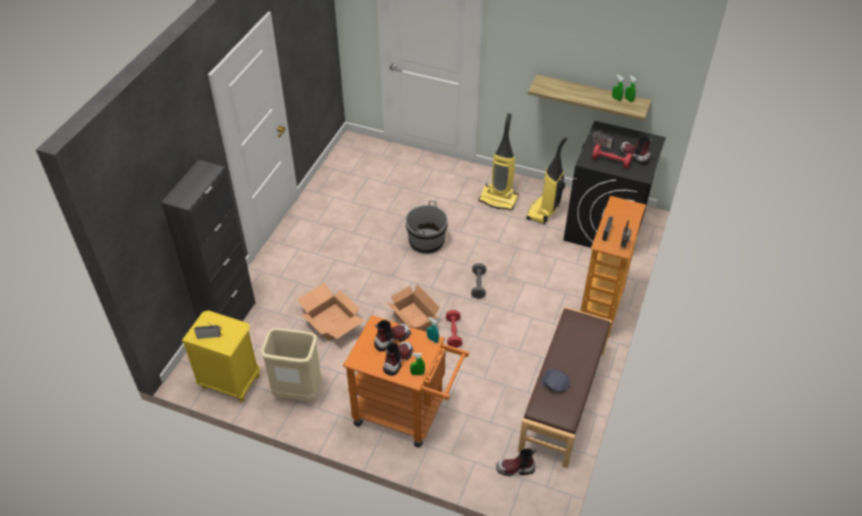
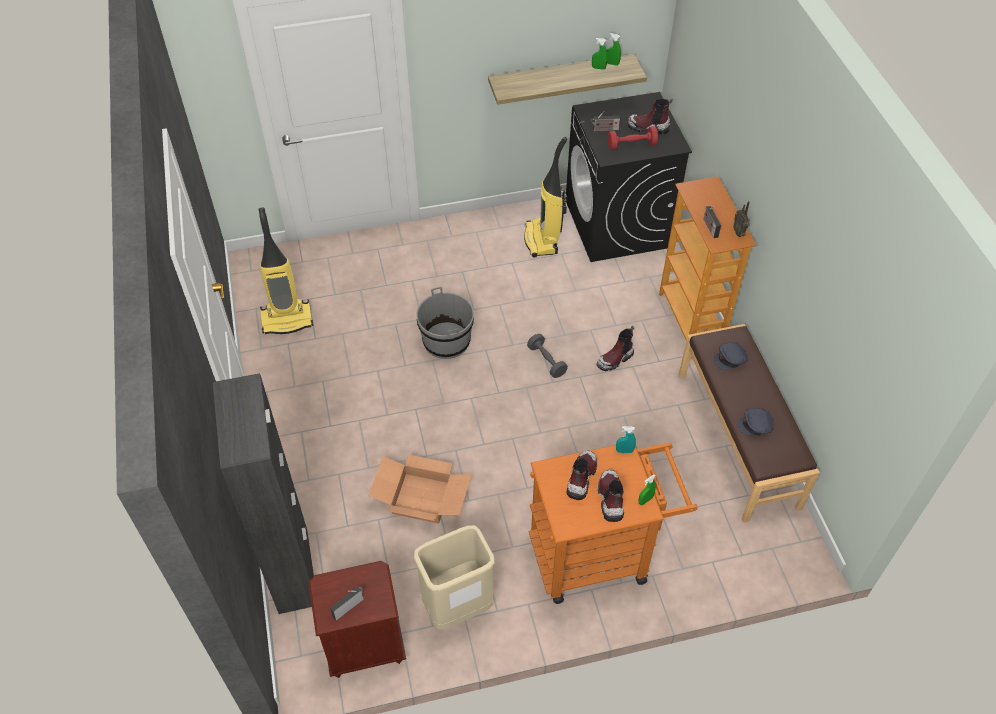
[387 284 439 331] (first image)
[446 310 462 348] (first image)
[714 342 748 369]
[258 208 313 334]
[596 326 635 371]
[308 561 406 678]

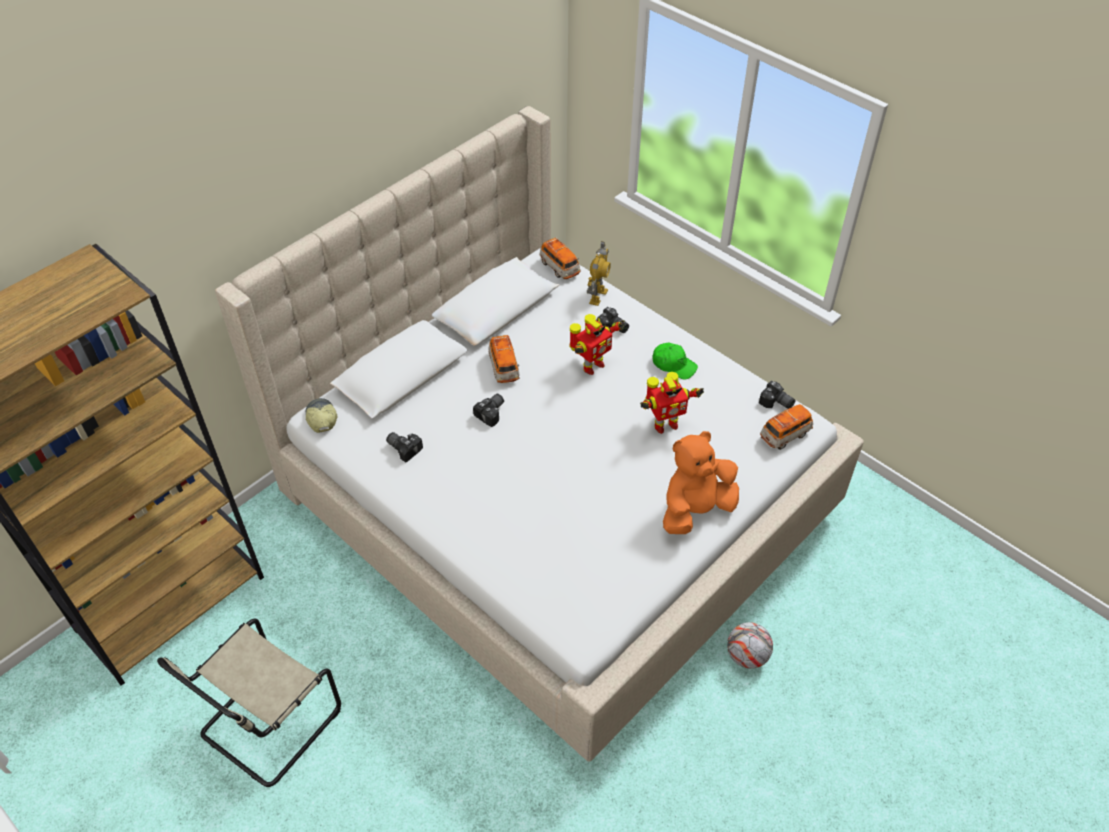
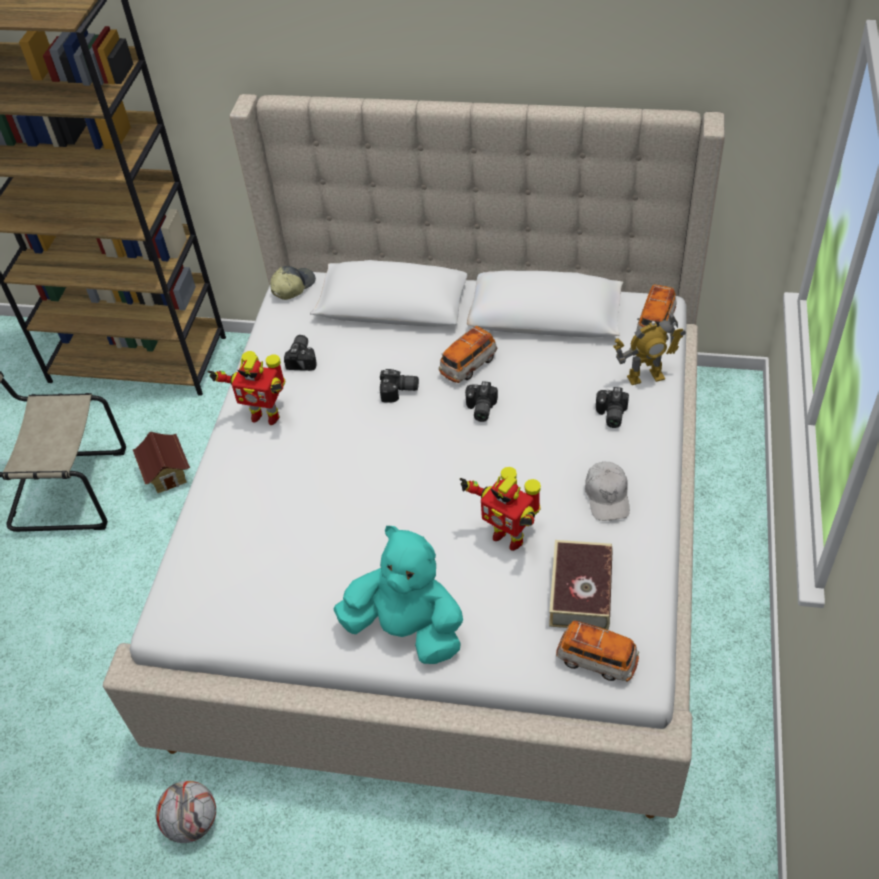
[133 432 190 493]
[549 540 613 630]
[208 351 285 425]
[156 781 216 843]
[465 381 498 422]
[585 462 630 521]
[333 526 463 664]

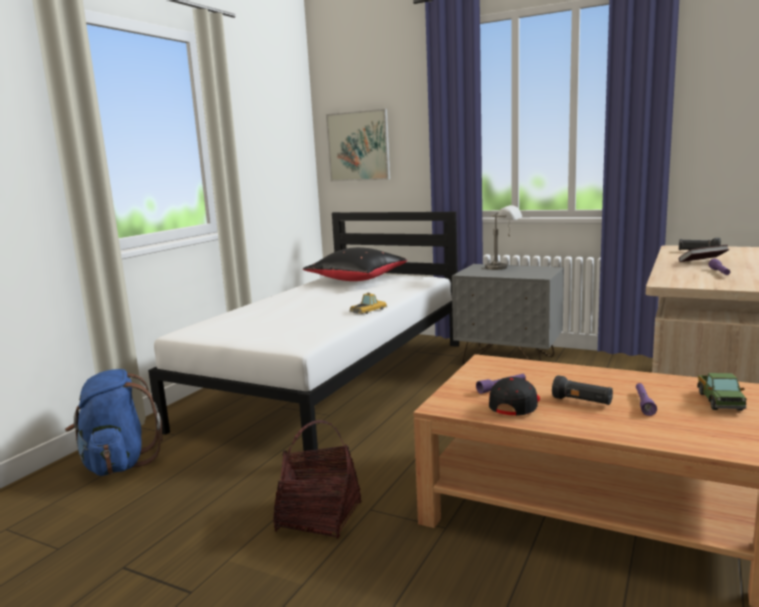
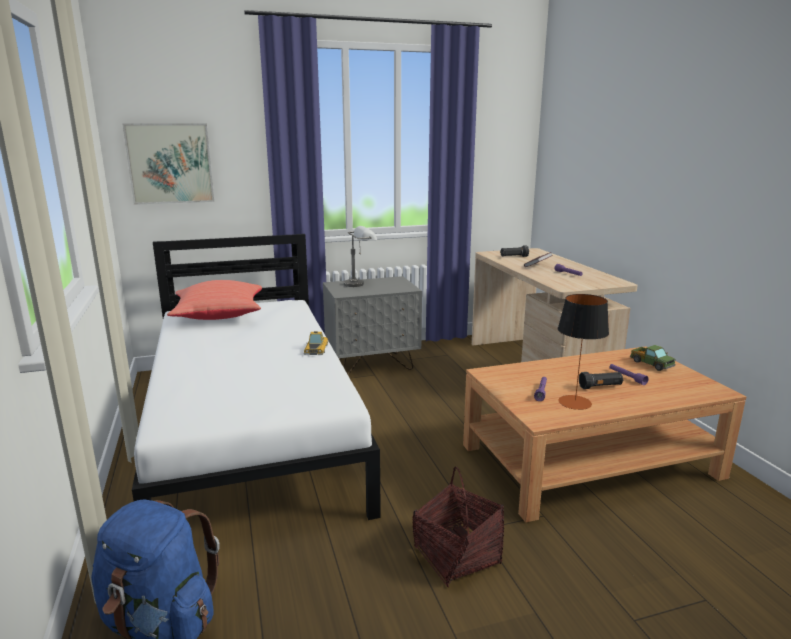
[558 294 609 410]
[167 280 262 320]

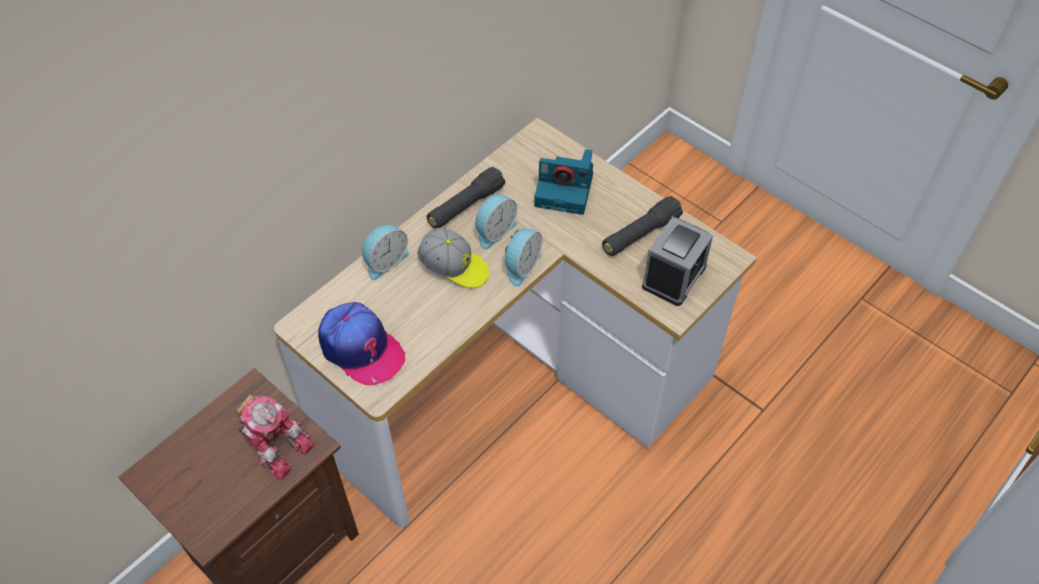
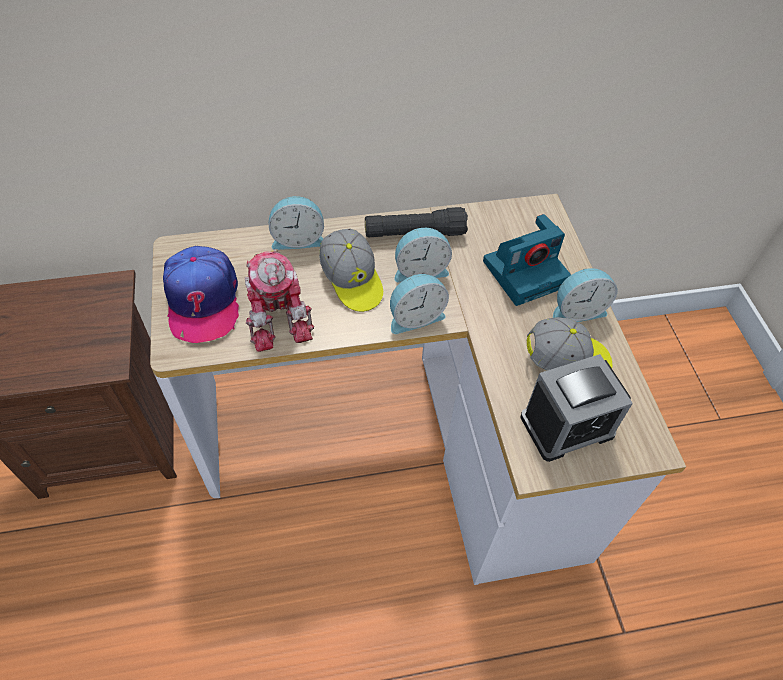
[553 268 618 322]
[245 249 314 352]
[527 317 613 371]
[483 214 571 306]

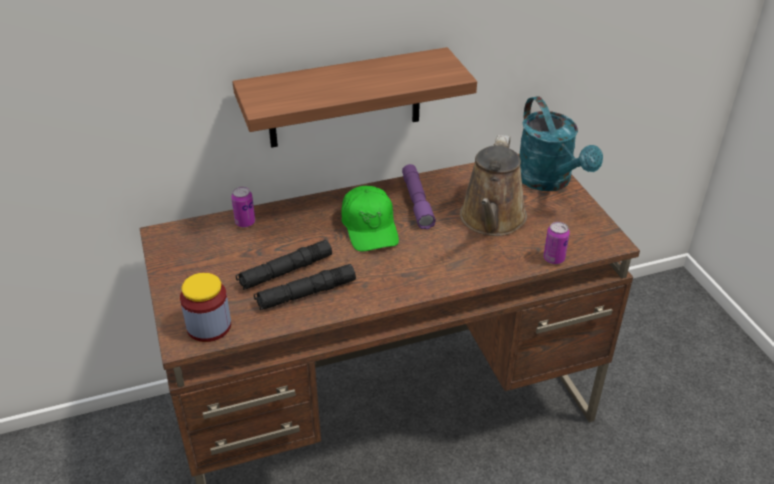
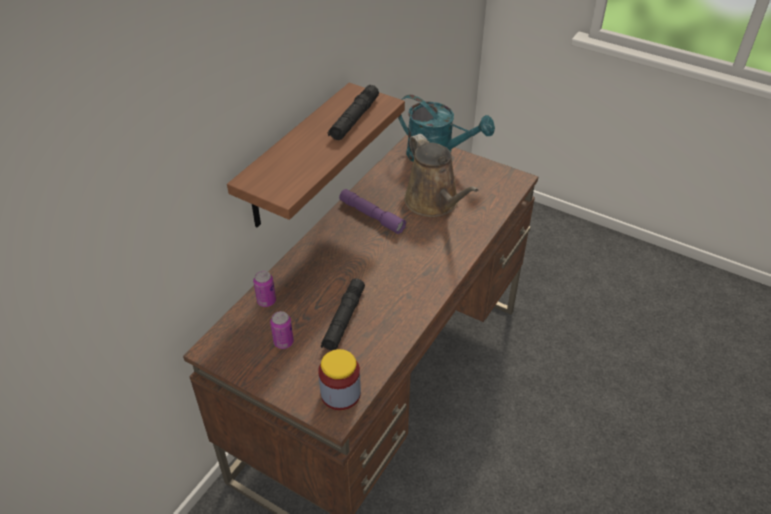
[341 186 399 252] (first image)
[328 85 379 140]
[270 311 294 349]

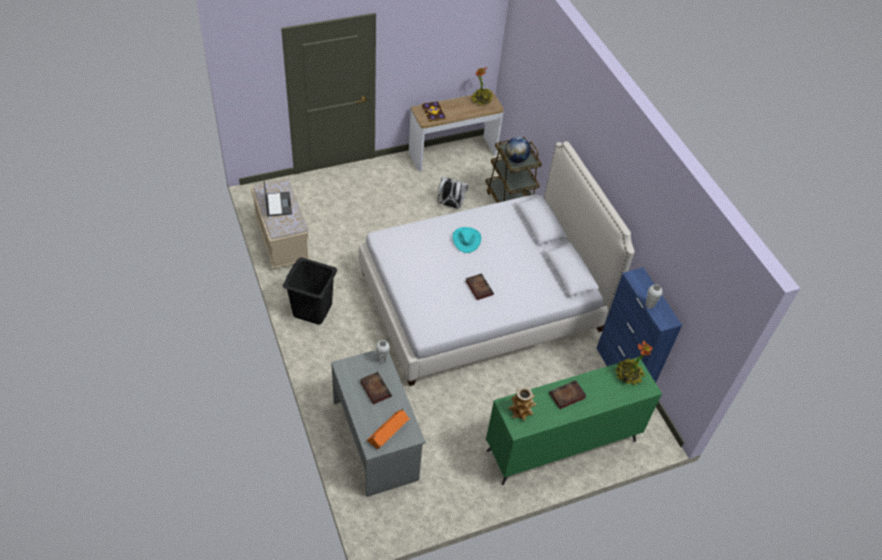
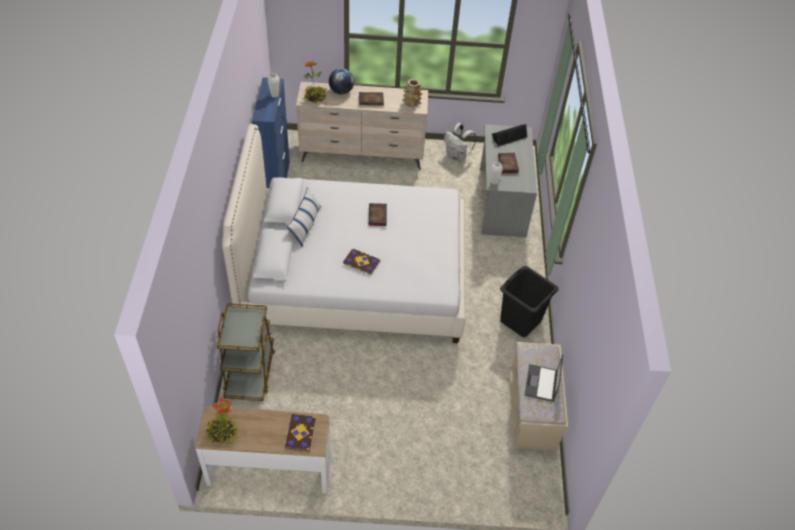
[287 188 321 247]
[444 123 476 162]
[329 68 354 94]
[343 248 380 275]
[492 124 528 146]
[296 82 428 170]

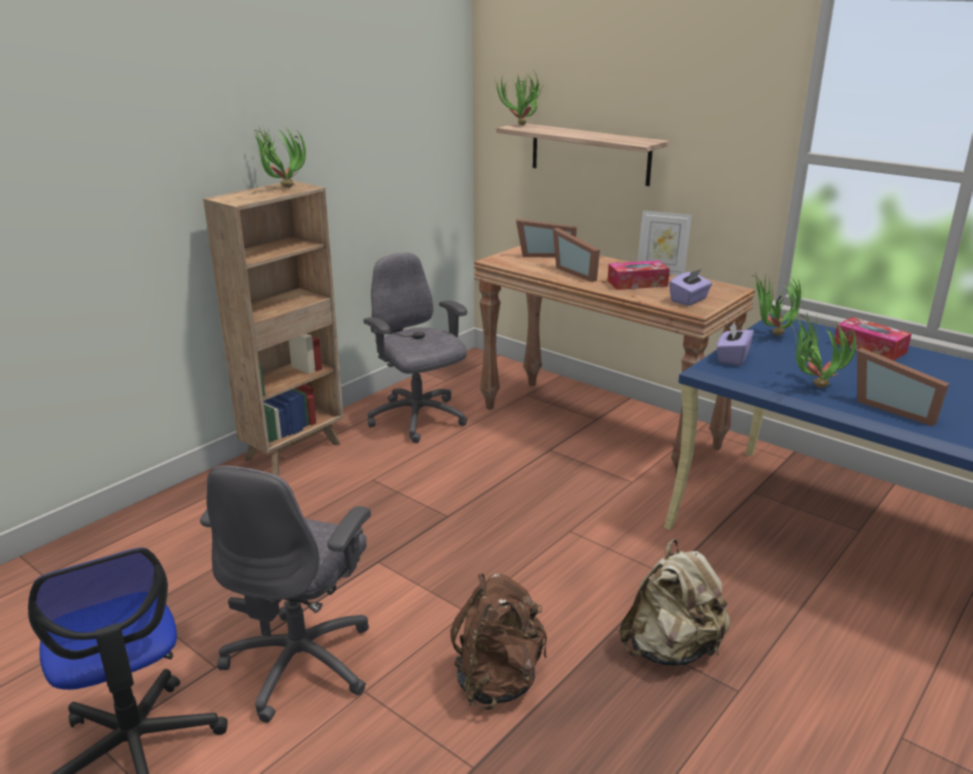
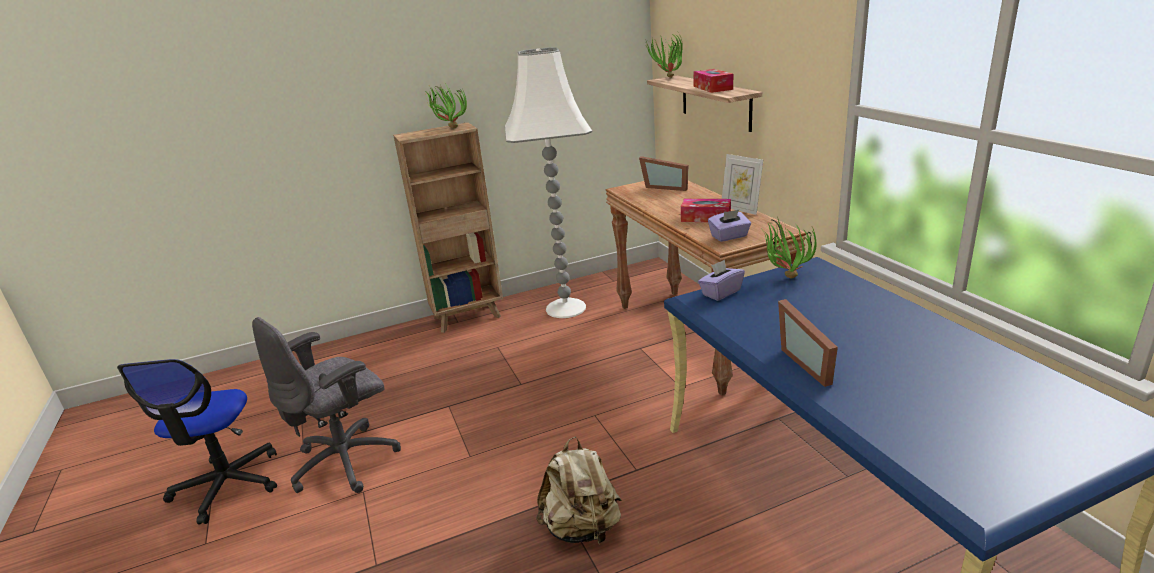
[450 573 547 710] (first image)
[553 228 600 282] (first image)
[791 314 856 388] (first image)
[693 69 733 93]
[505 47 592 318]

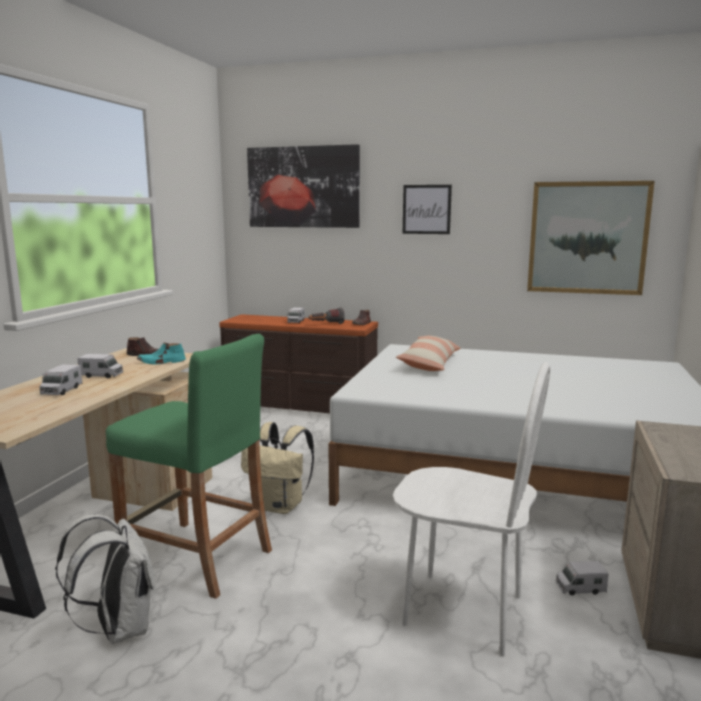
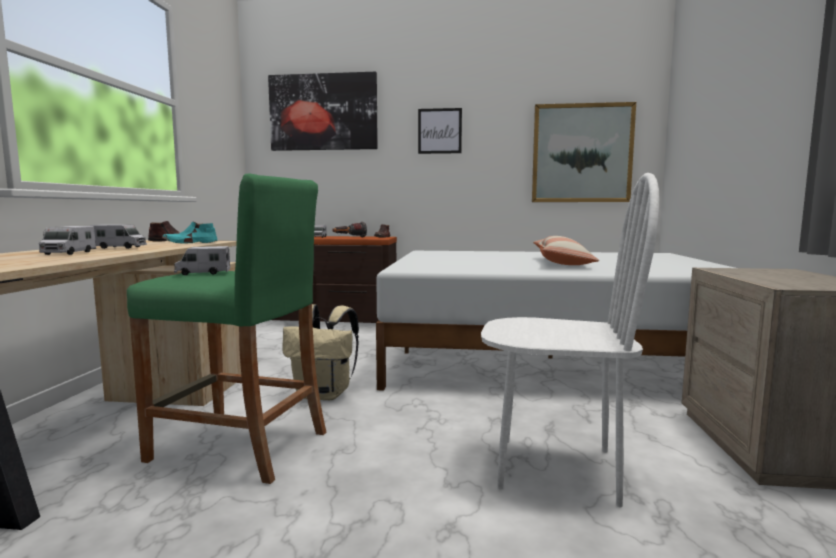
[55 514 155 644] (first image)
[533 236 599 265]
[174 246 230 276]

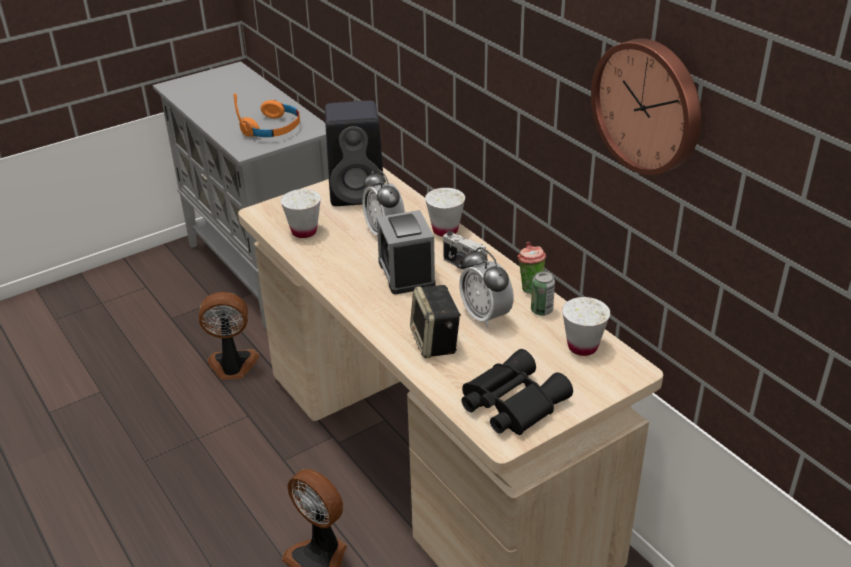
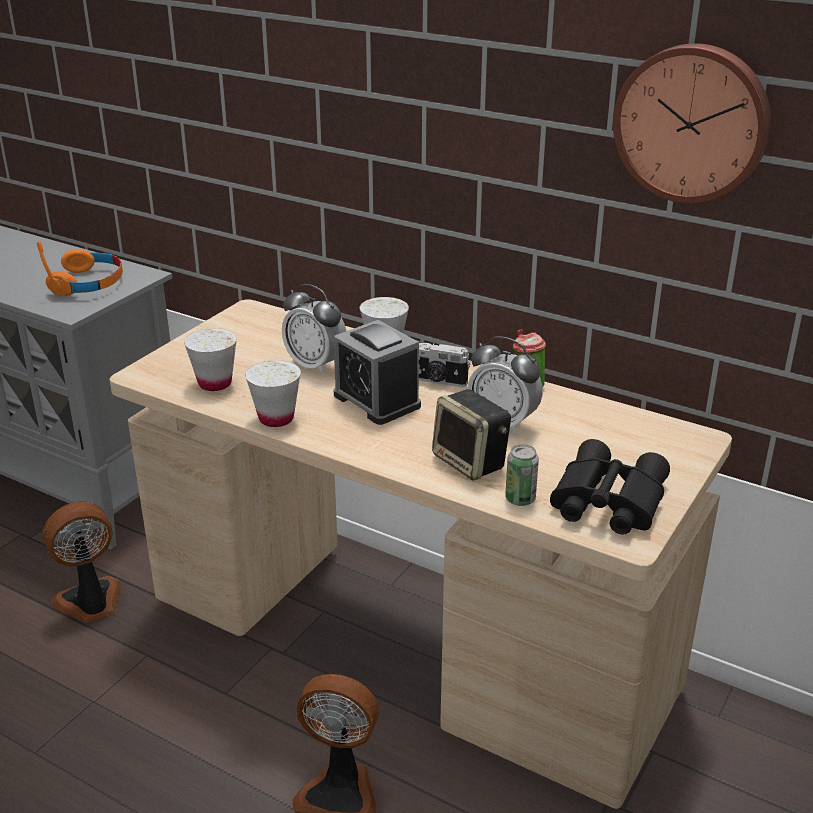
[325 100 383 206] (first image)
[505 445 539 506]
[245 360 301 427]

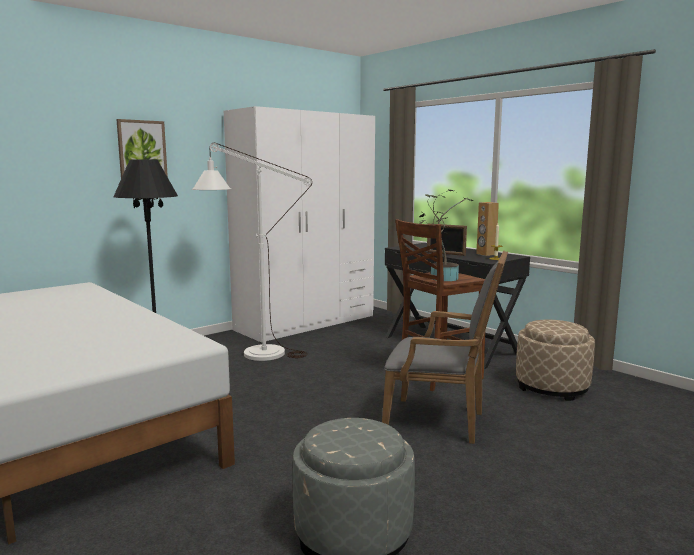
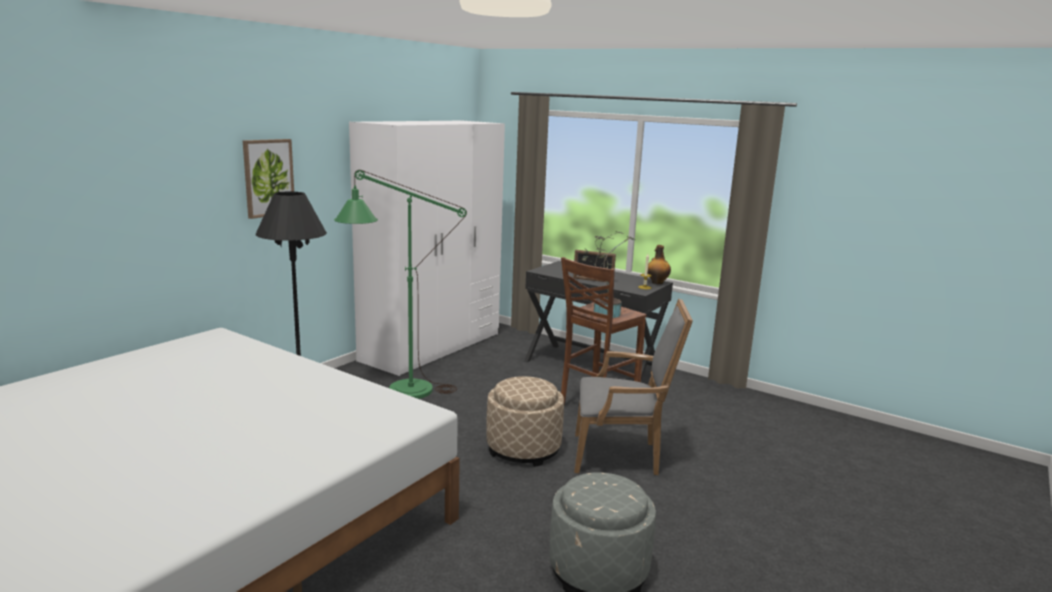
[476 202 499 256] (first image)
[648 245 671 284]
[486 376 564 467]
[334 170 467 399]

